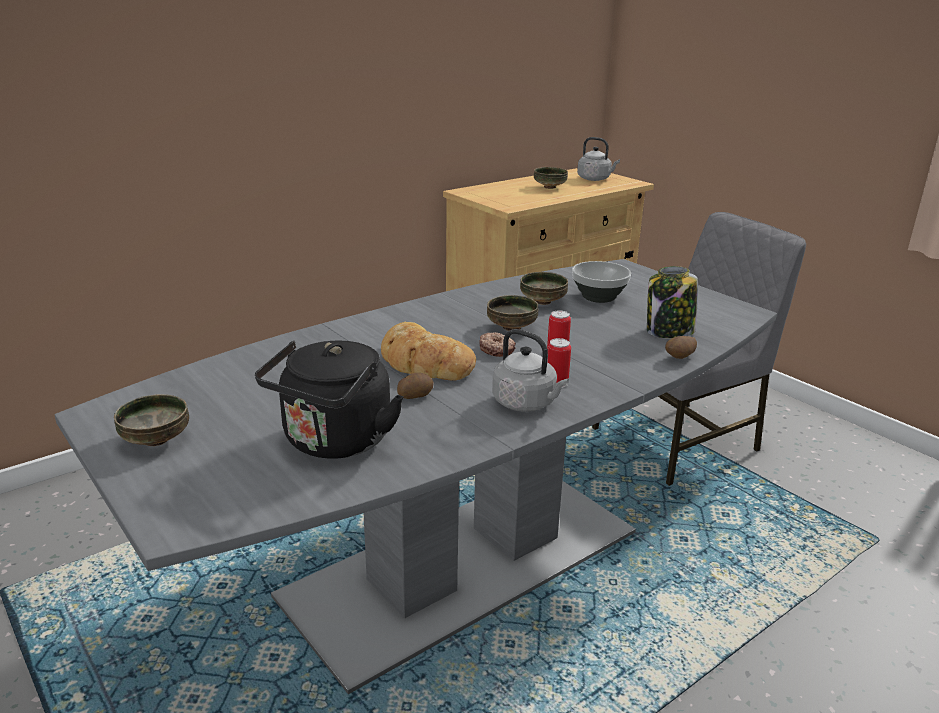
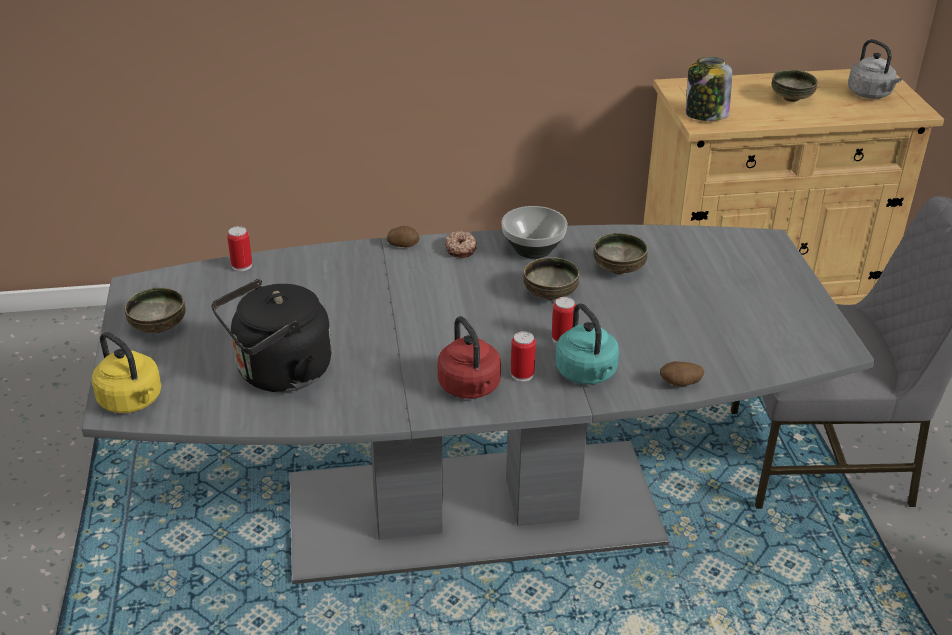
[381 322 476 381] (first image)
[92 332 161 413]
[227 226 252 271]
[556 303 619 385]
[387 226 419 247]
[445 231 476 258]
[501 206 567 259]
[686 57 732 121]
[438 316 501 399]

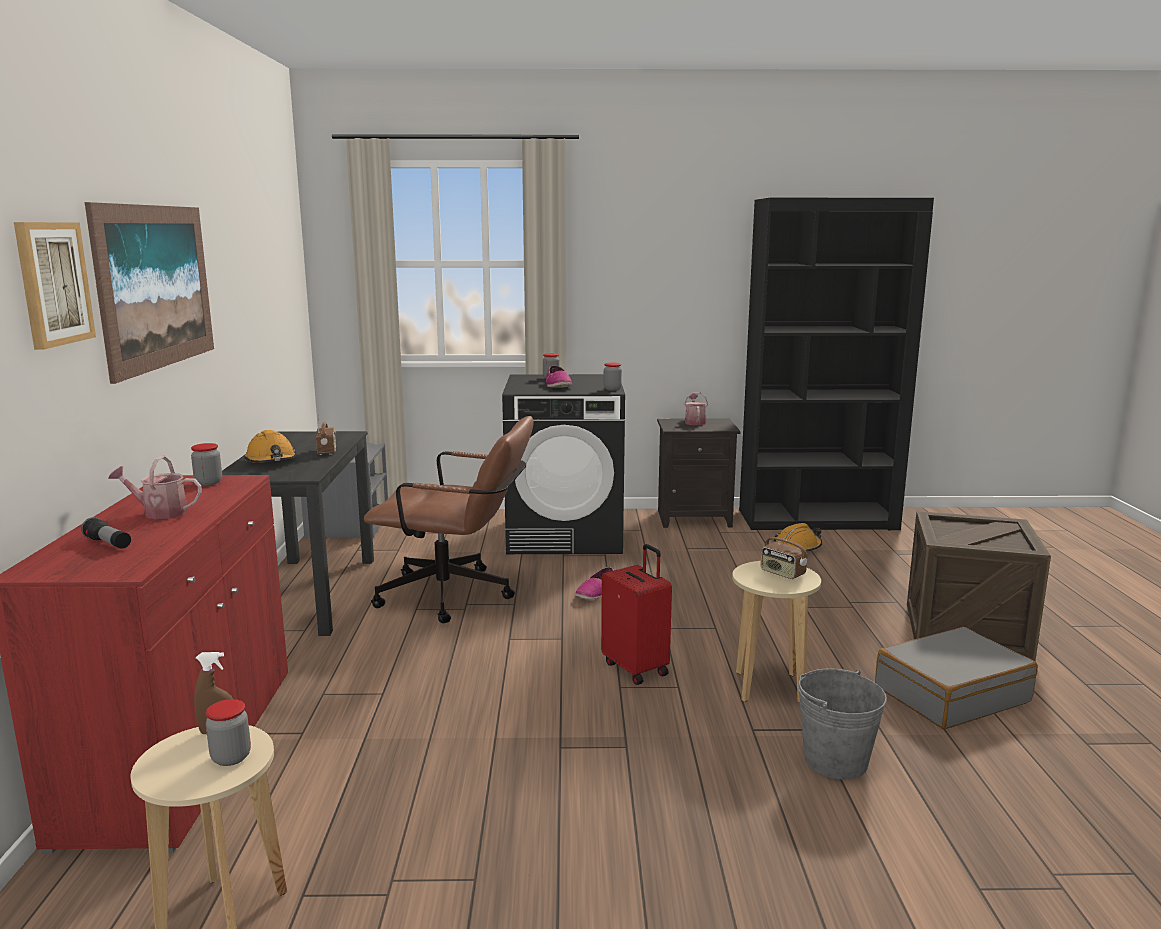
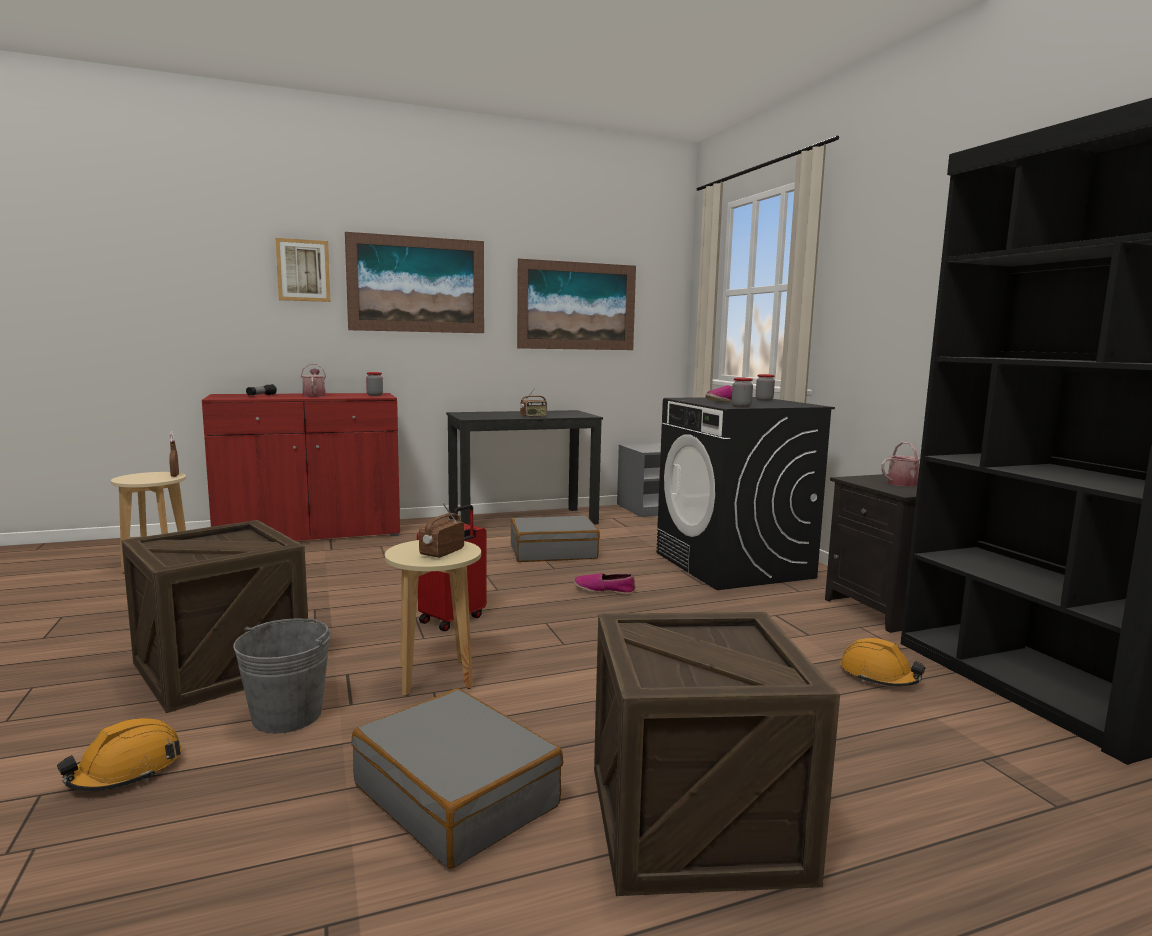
[206 699 251 766] (first image)
[121 520 308 713]
[517 259 636 350]
[57 718 182 791]
[511 515 600 562]

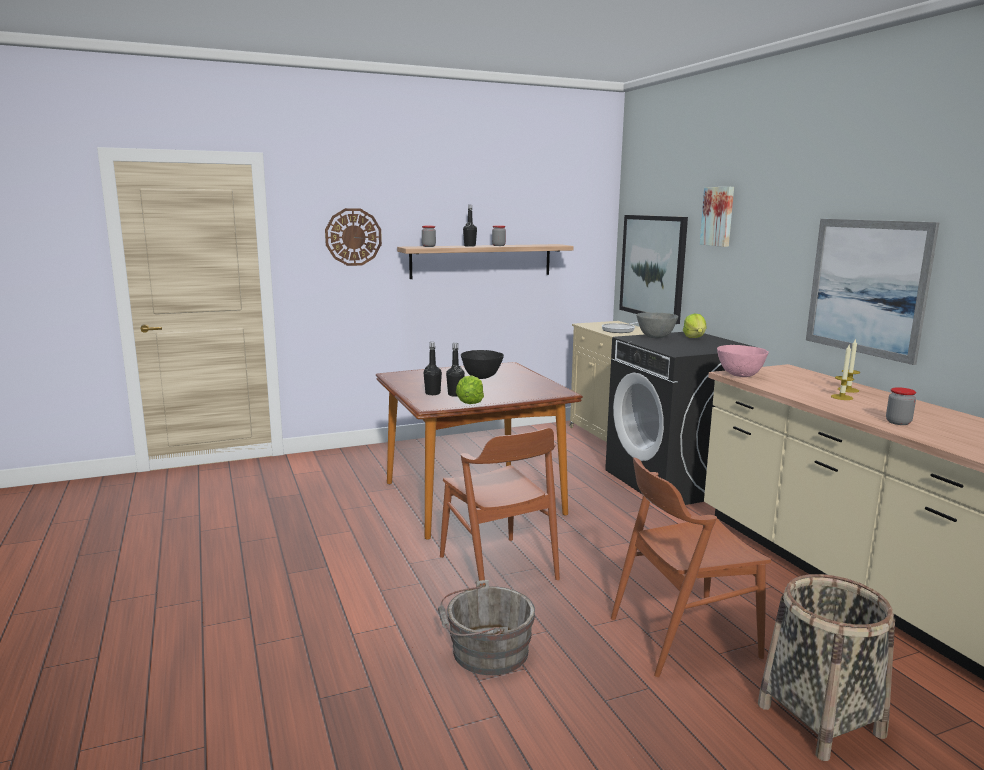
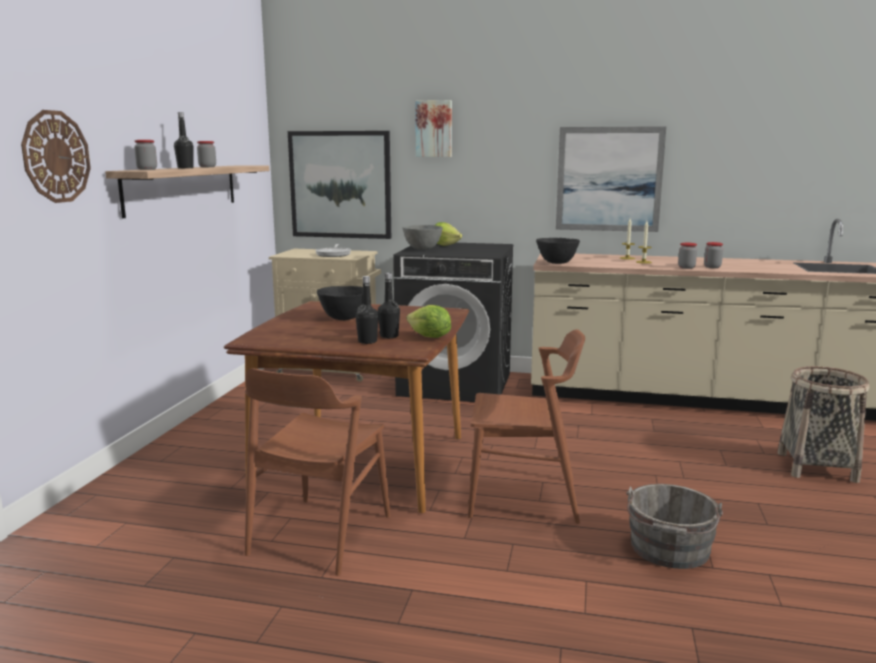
[678 243 697 269]
[244 369 390 576]
[536 238 580 264]

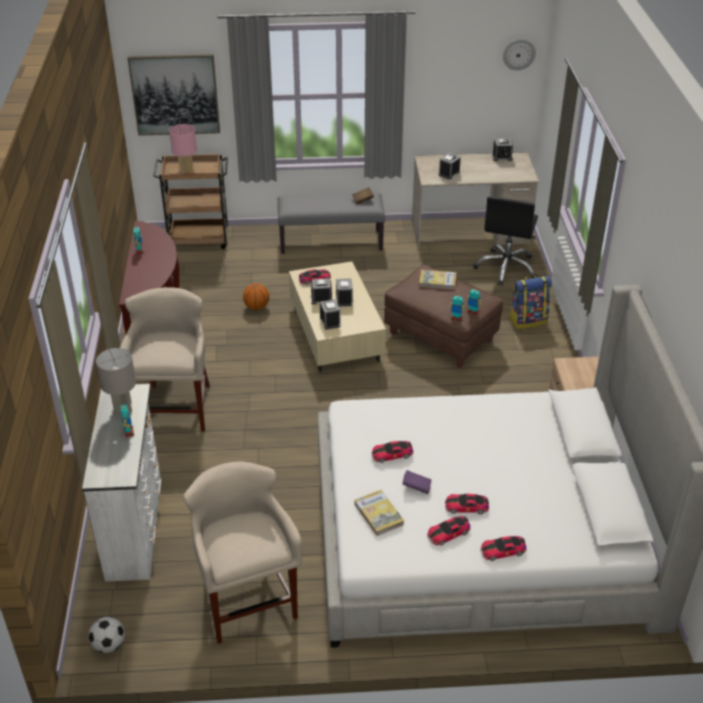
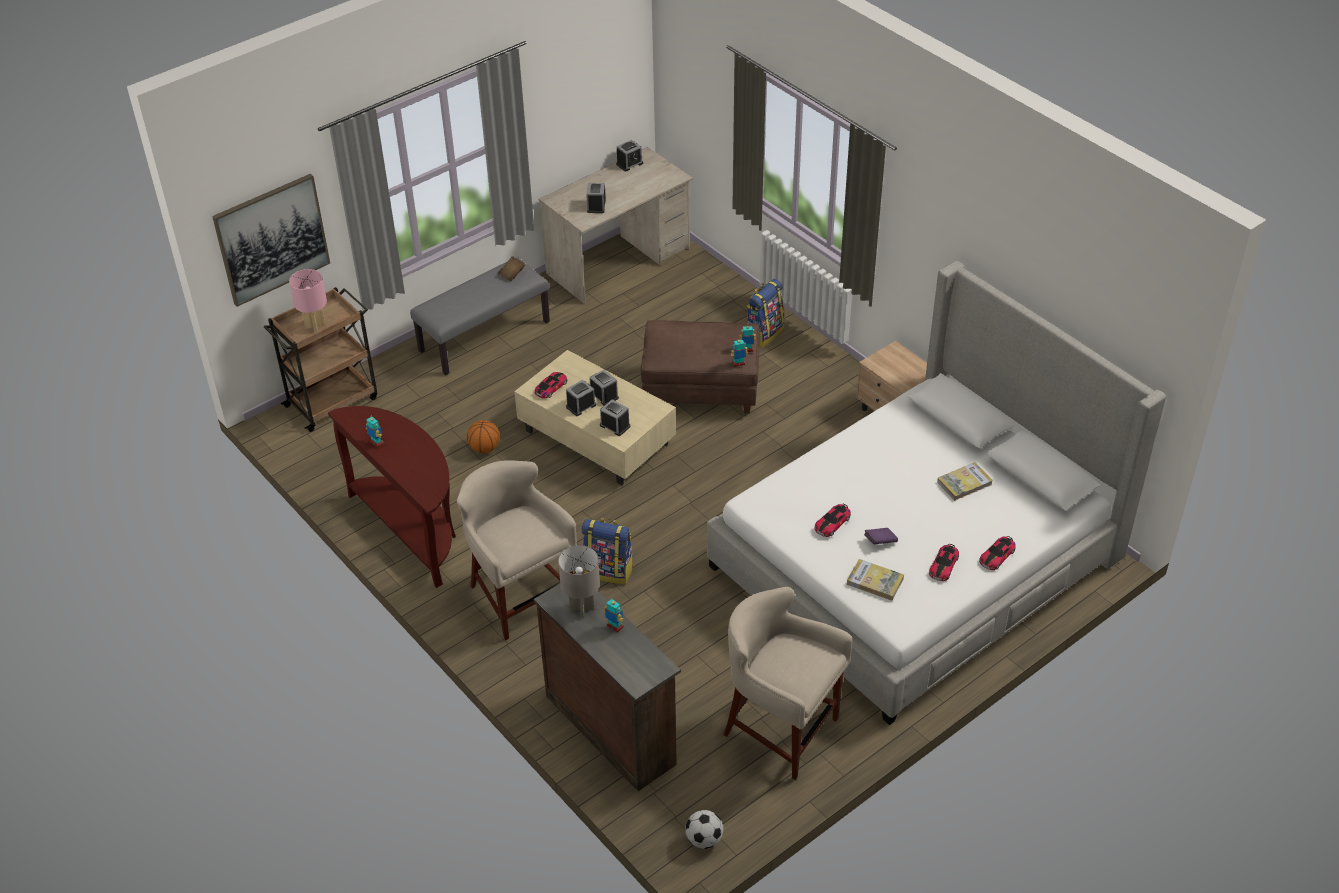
[445 494 489 514] (first image)
[473 196 538 286] (first image)
[503 39 536 70] (first image)
[581 518 634 584]
[937 462 993 501]
[534 573 681 791]

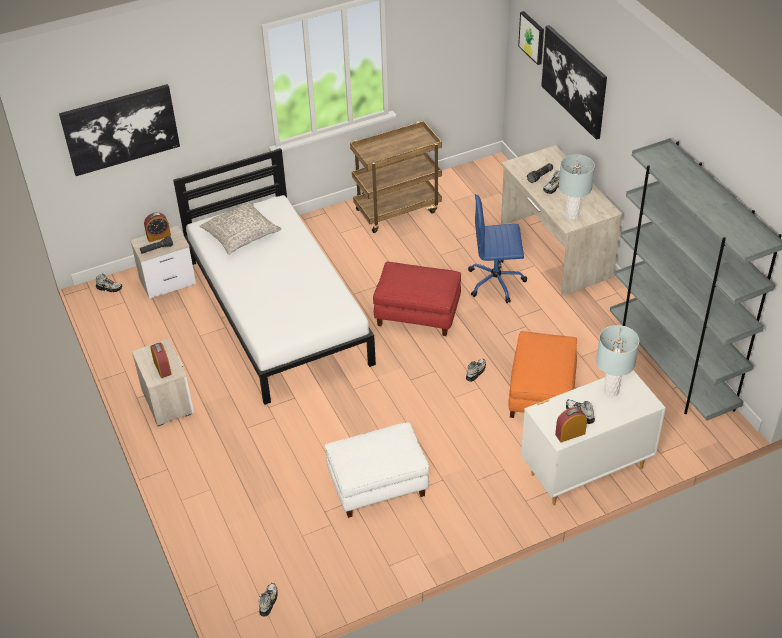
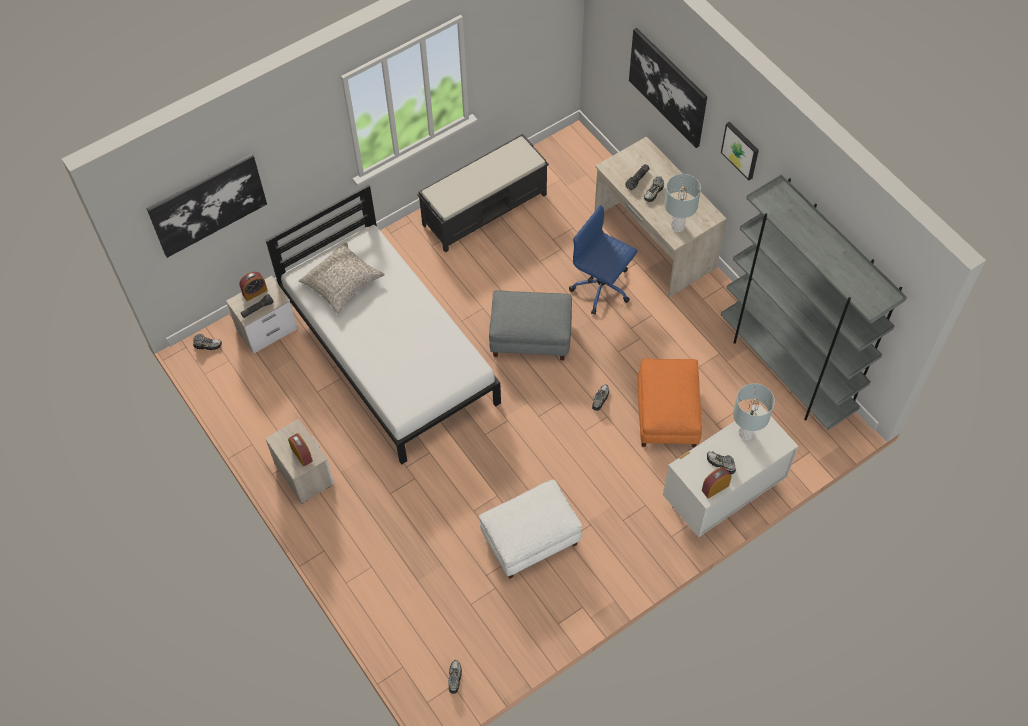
[721 122 759 180]
[417 134 549 253]
[489 290 572 360]
[569 205 637 315]

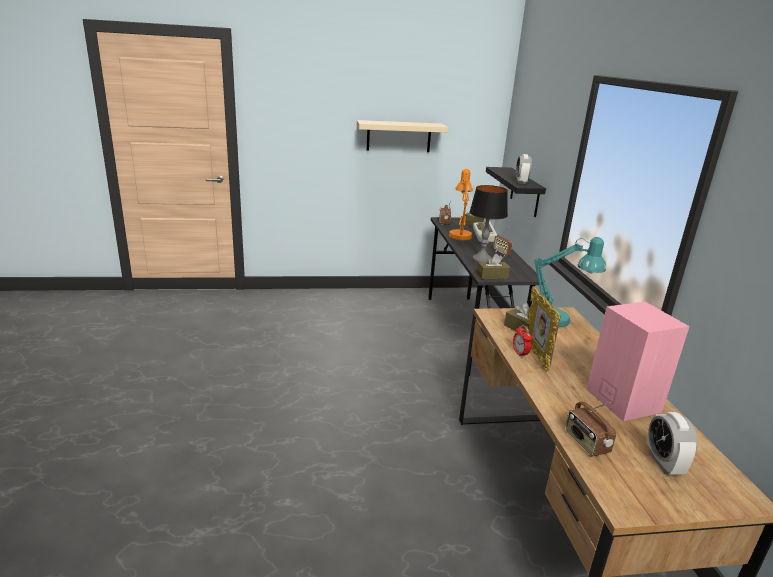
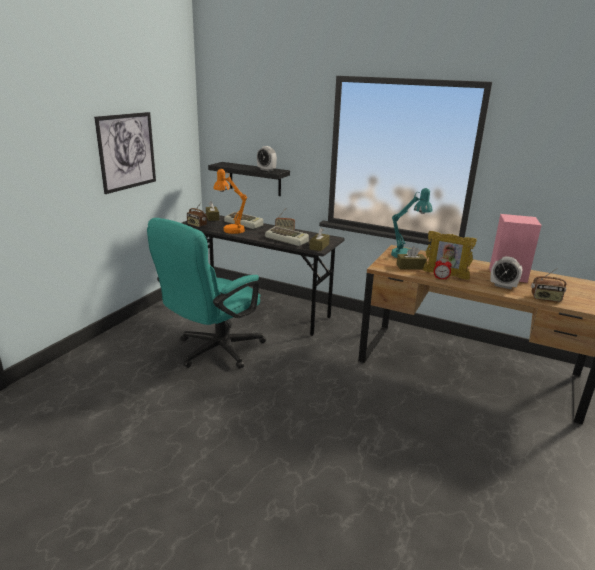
[147 218 266 369]
[490 256 522 289]
[94 112 156 194]
[265 226 309 246]

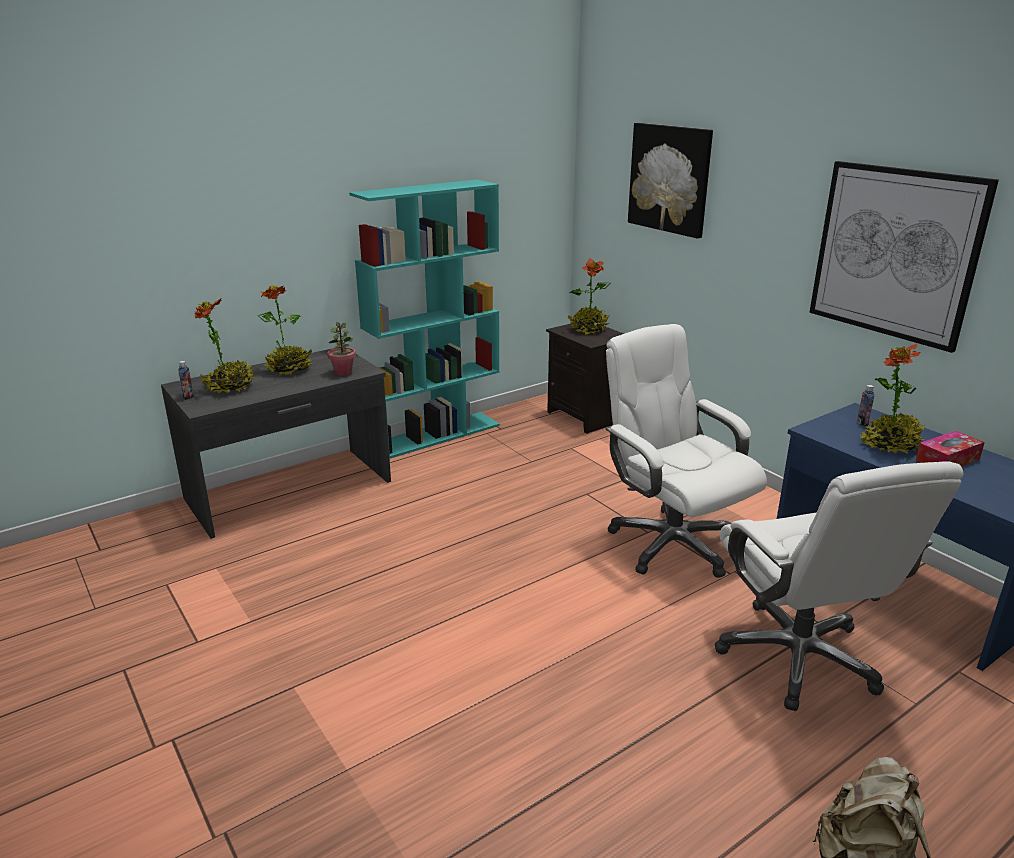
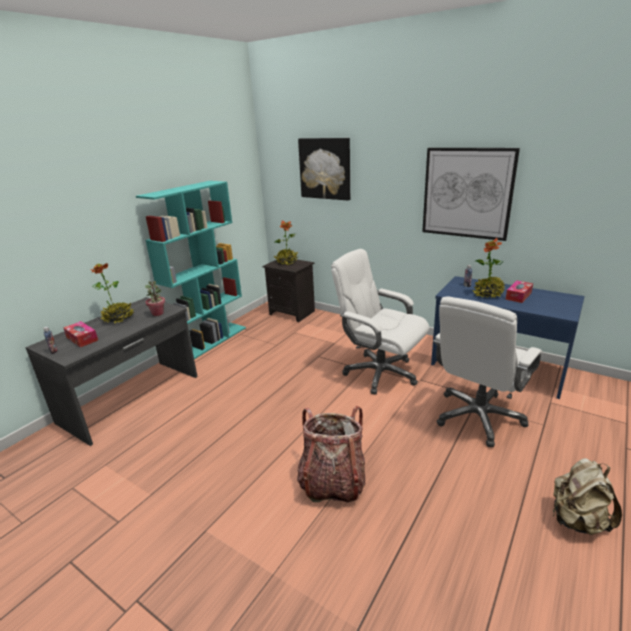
[297 406 365 503]
[63 321 98 347]
[433 296 542 447]

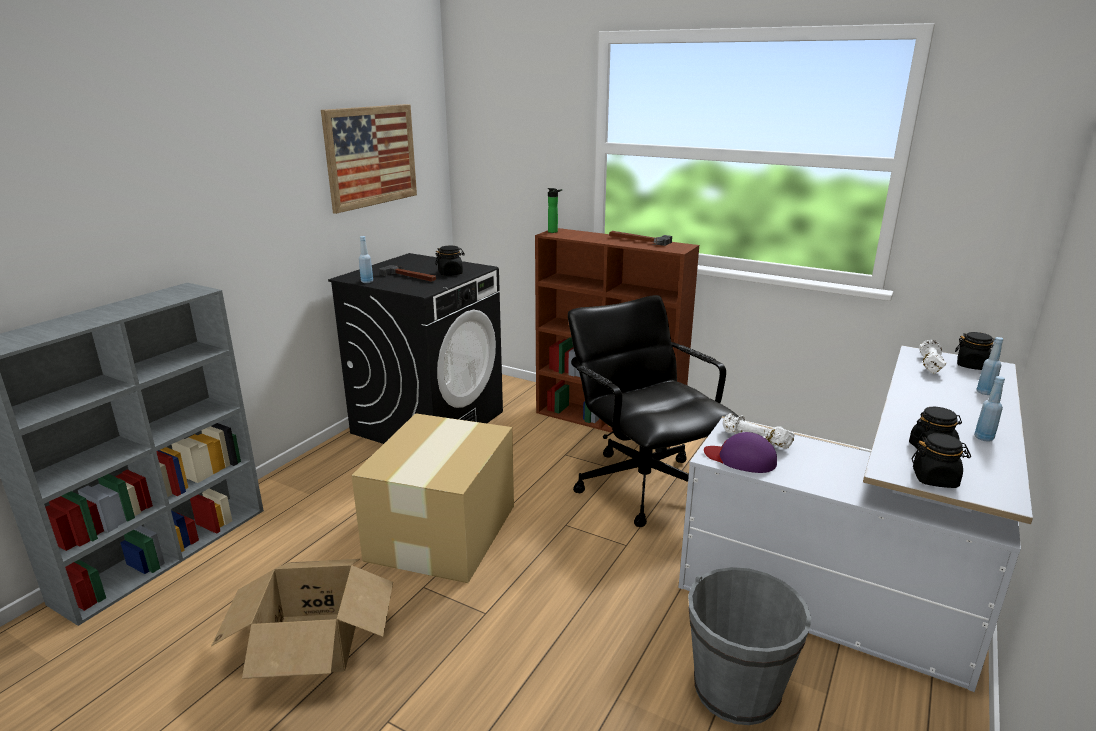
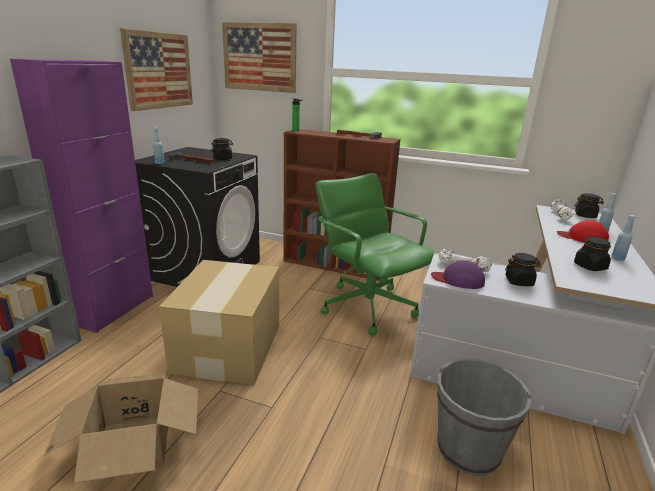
[10 59 153 333]
[222 22 297 93]
[557 220 609 242]
[505 253 541 286]
[315 173 436 336]

